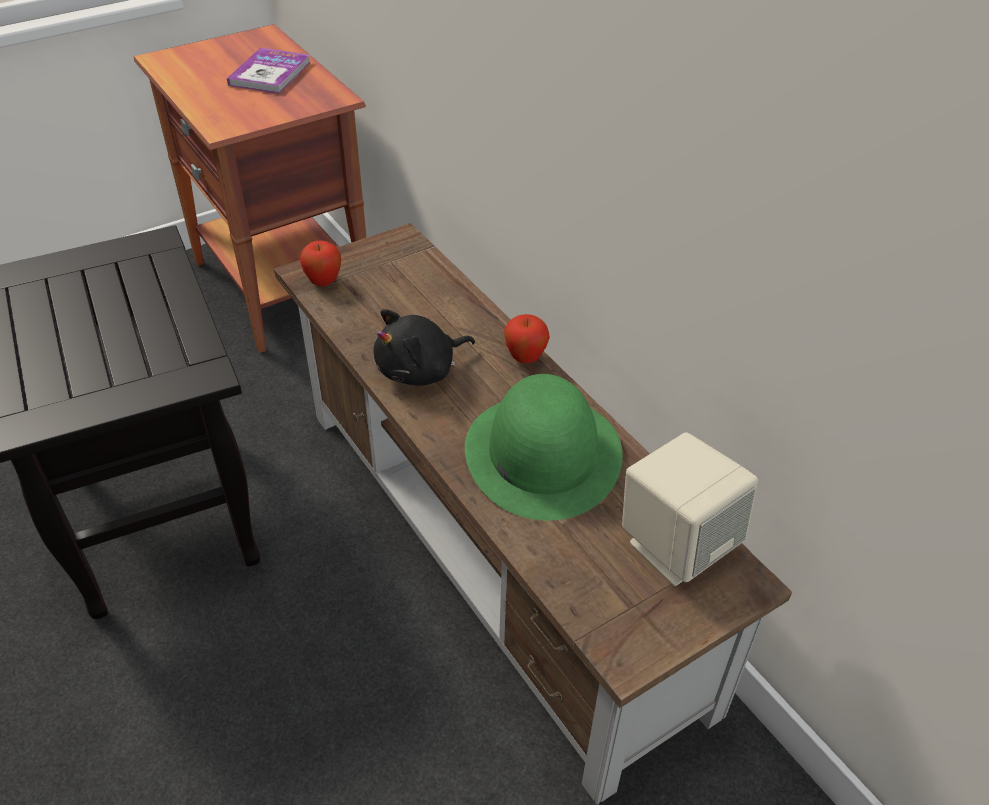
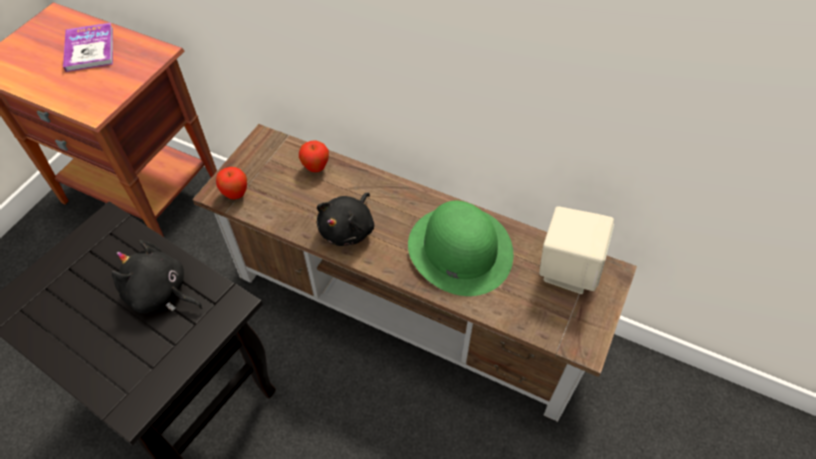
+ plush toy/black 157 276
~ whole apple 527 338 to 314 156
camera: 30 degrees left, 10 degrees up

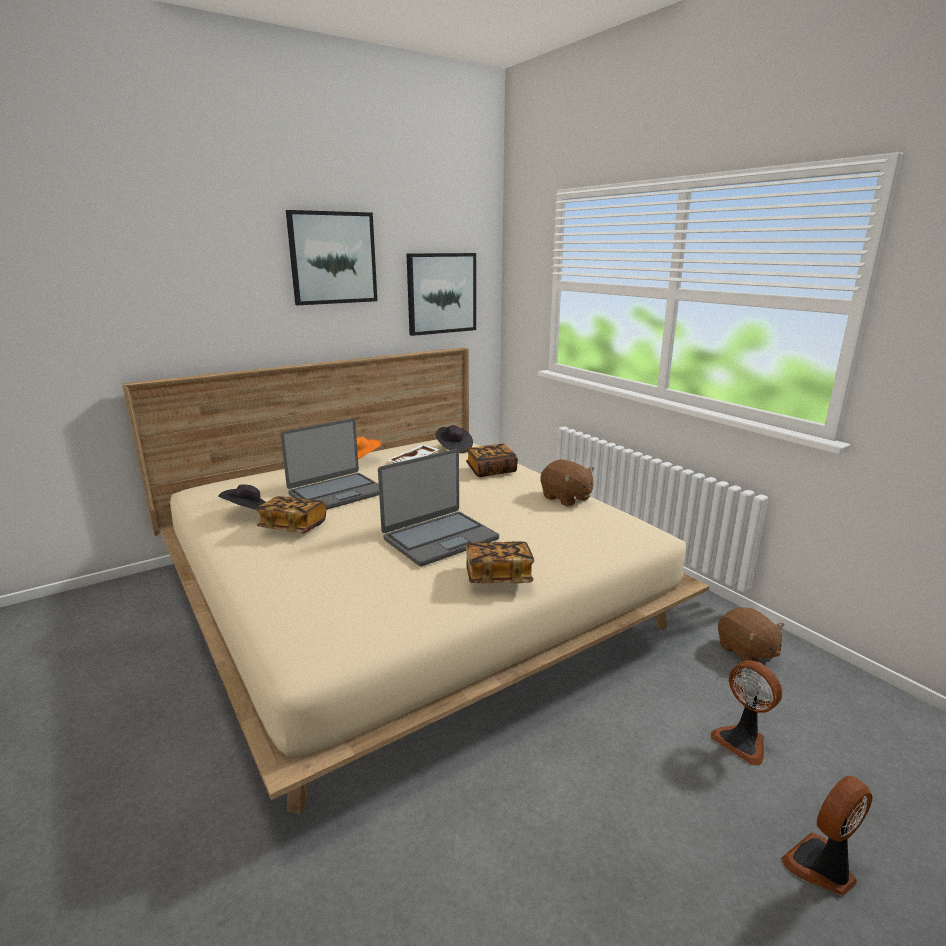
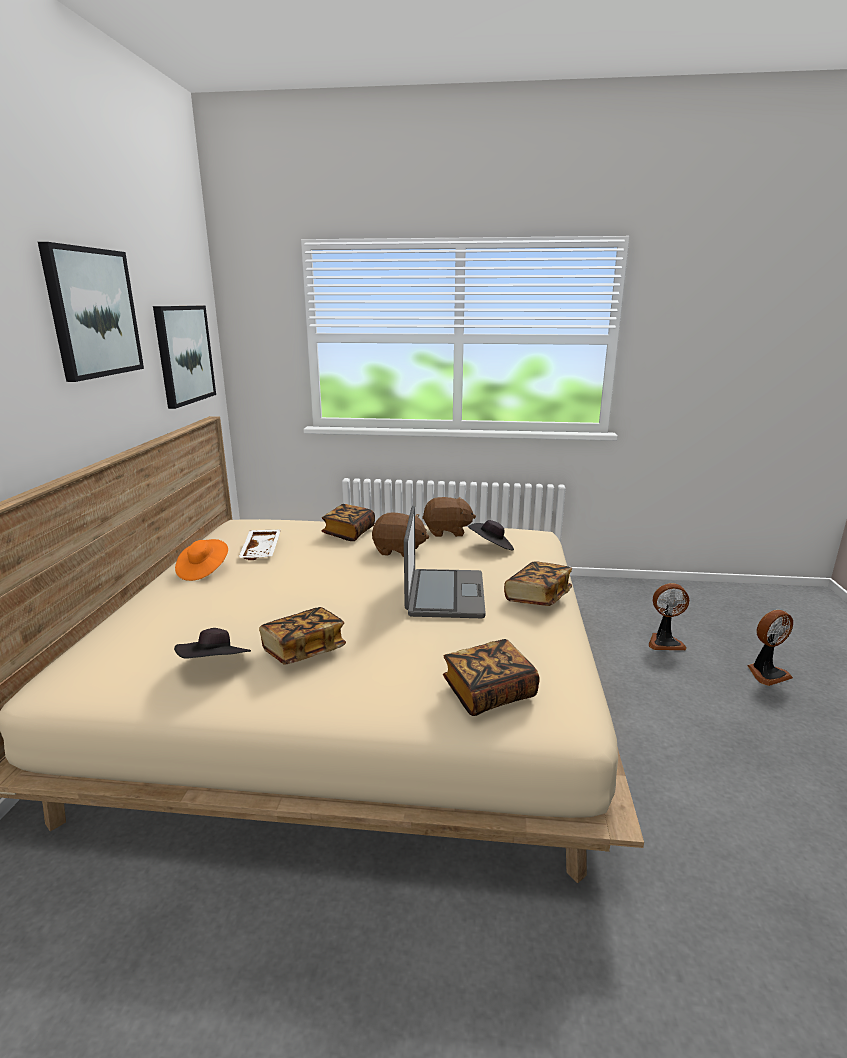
- laptop 330 464
+ book 491 677
~ wearable hat/black 454 439 to 491 535
~ plush toy/brownish 751 634 to 400 535
~ cooling fan 826 835 = 770 648 120 degrees counterclockwise
camera: 50 degrees left, 0 degrees up

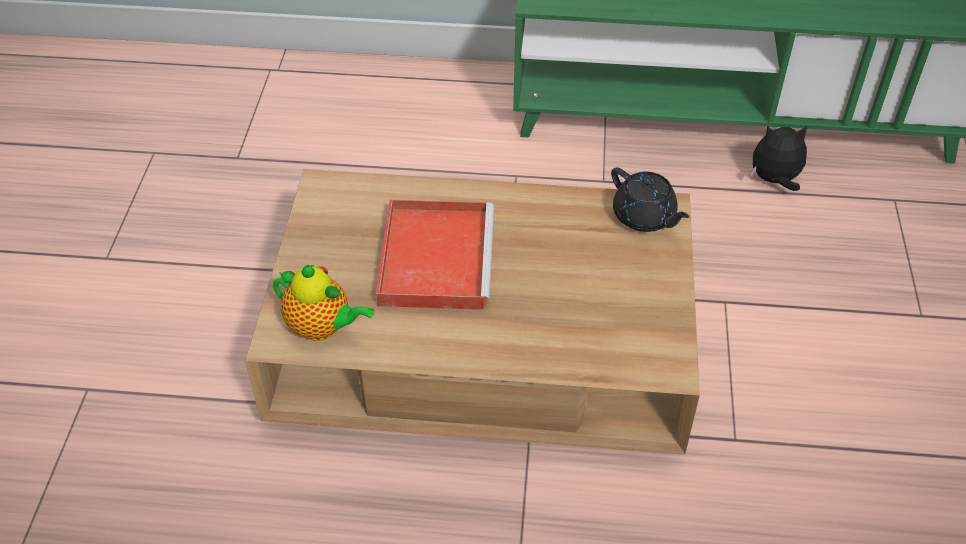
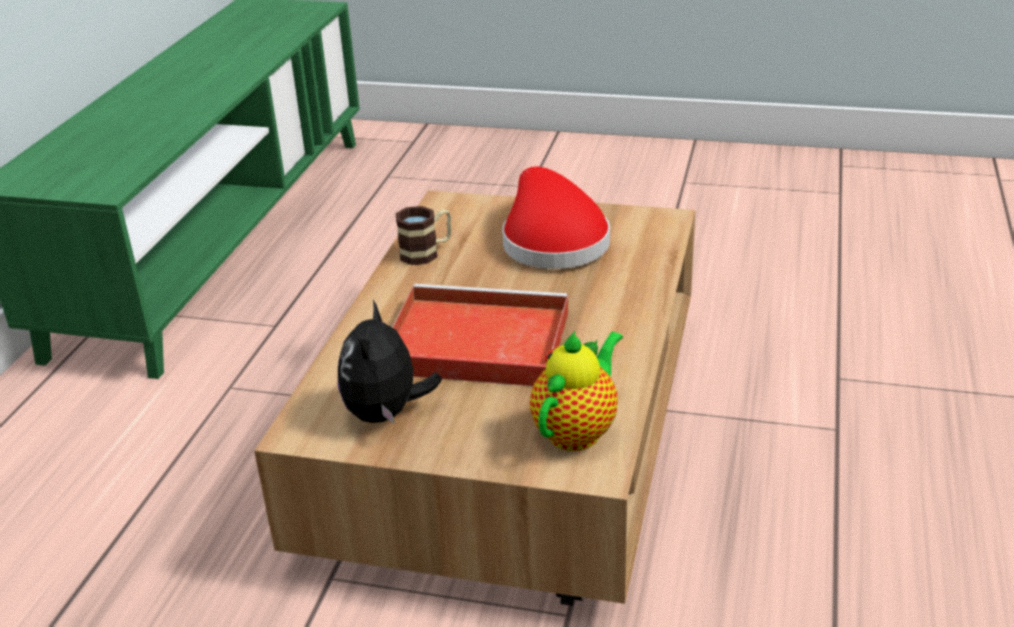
- tea pot/black 650 199
+ tea mug 423 235
+ wearable hat/red 556 218
~ plush toy 779 158 to 390 362
camera: 80 degrees left, 15 degrees down

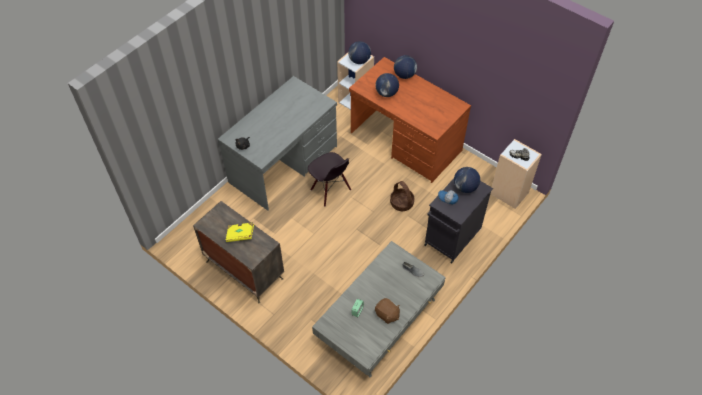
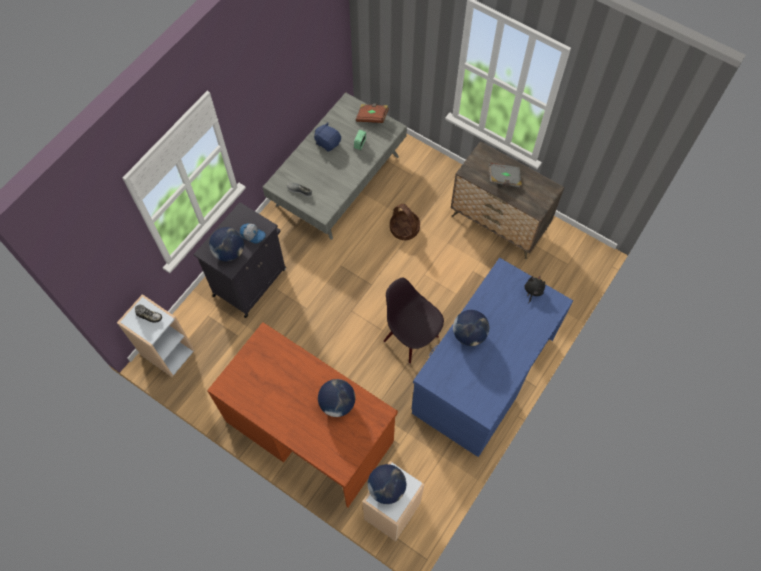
+ book/brownish 372 113
~ storage basket 402 196 to 405 222
~ desk globe 405 67 to 471 328
~ desk unit/gray 277 143 to desk unit/blue 492 357
~ book/yellowish 240 232 to book/gray 505 175
~ plush toy/brownish 387 311 to plush toy/blue 327 137
camera: 175 degrees right, 10 degrees up

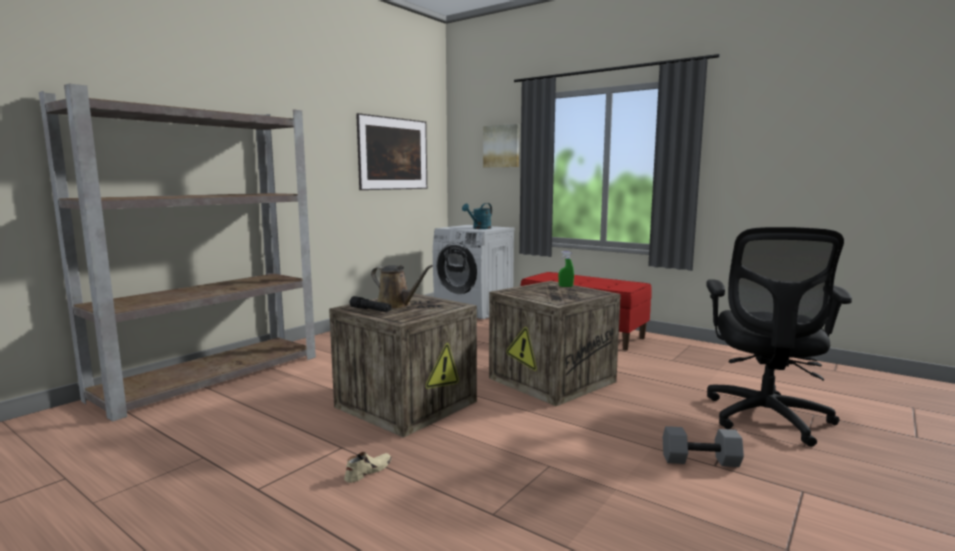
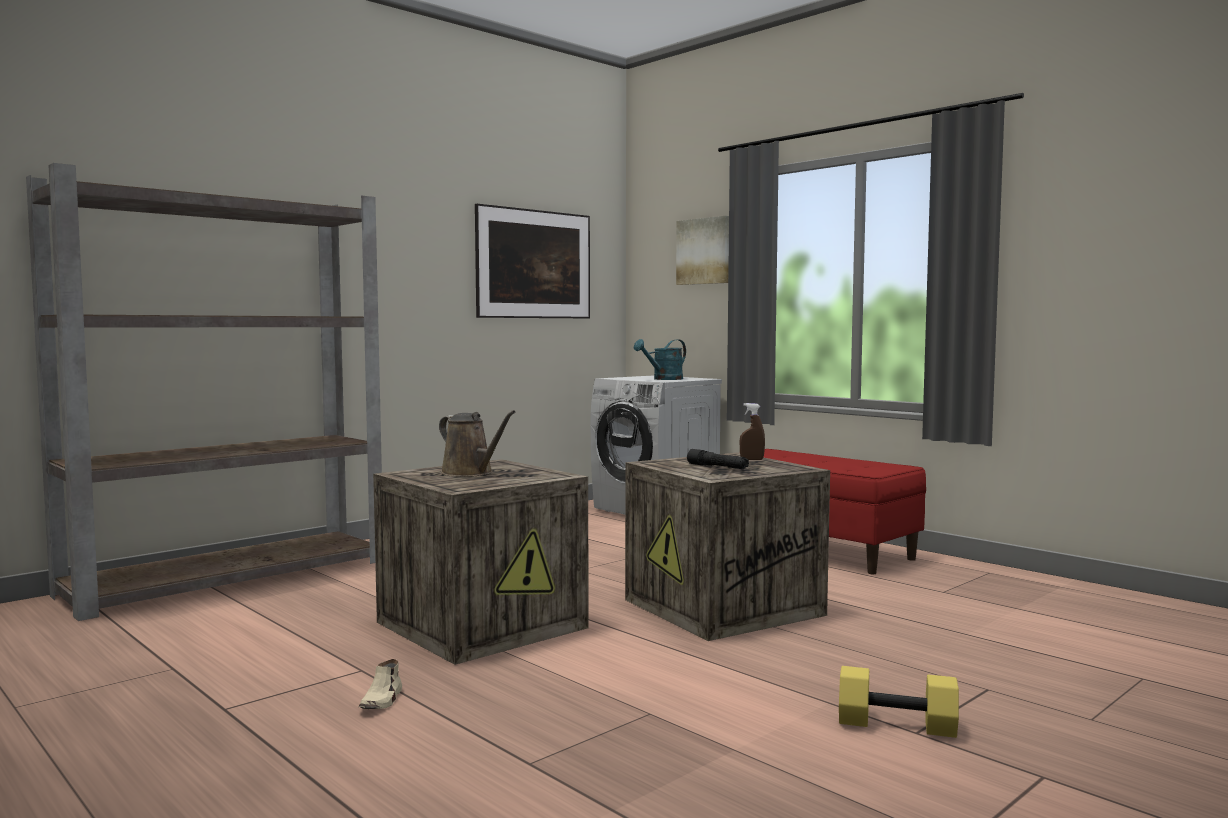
- office chair/black 779 337
~ torch/black 371 304 to 718 459
~ hand sprayer/green 566 269 to hand sprayer/brownish 752 431
~ hand weight/gray 703 446 to hand weight/yellowish 899 702
~ low shoe/beige 368 467 = 380 684 135 degrees clockwise
camera: 10 degrees right, 5 degrees down

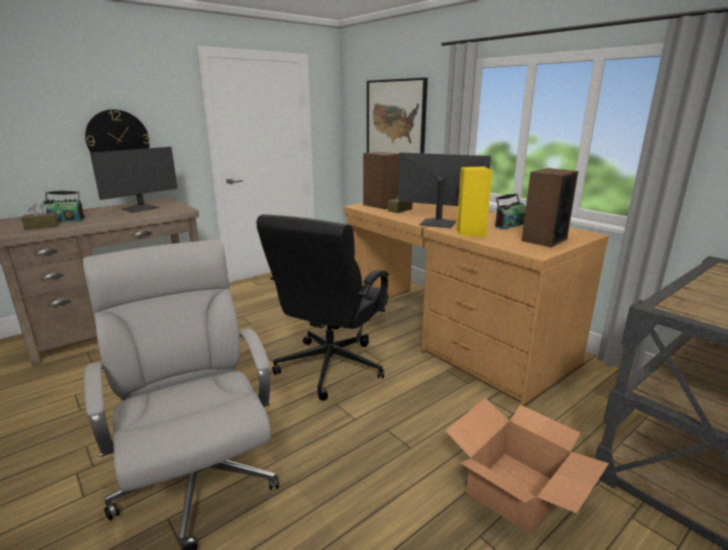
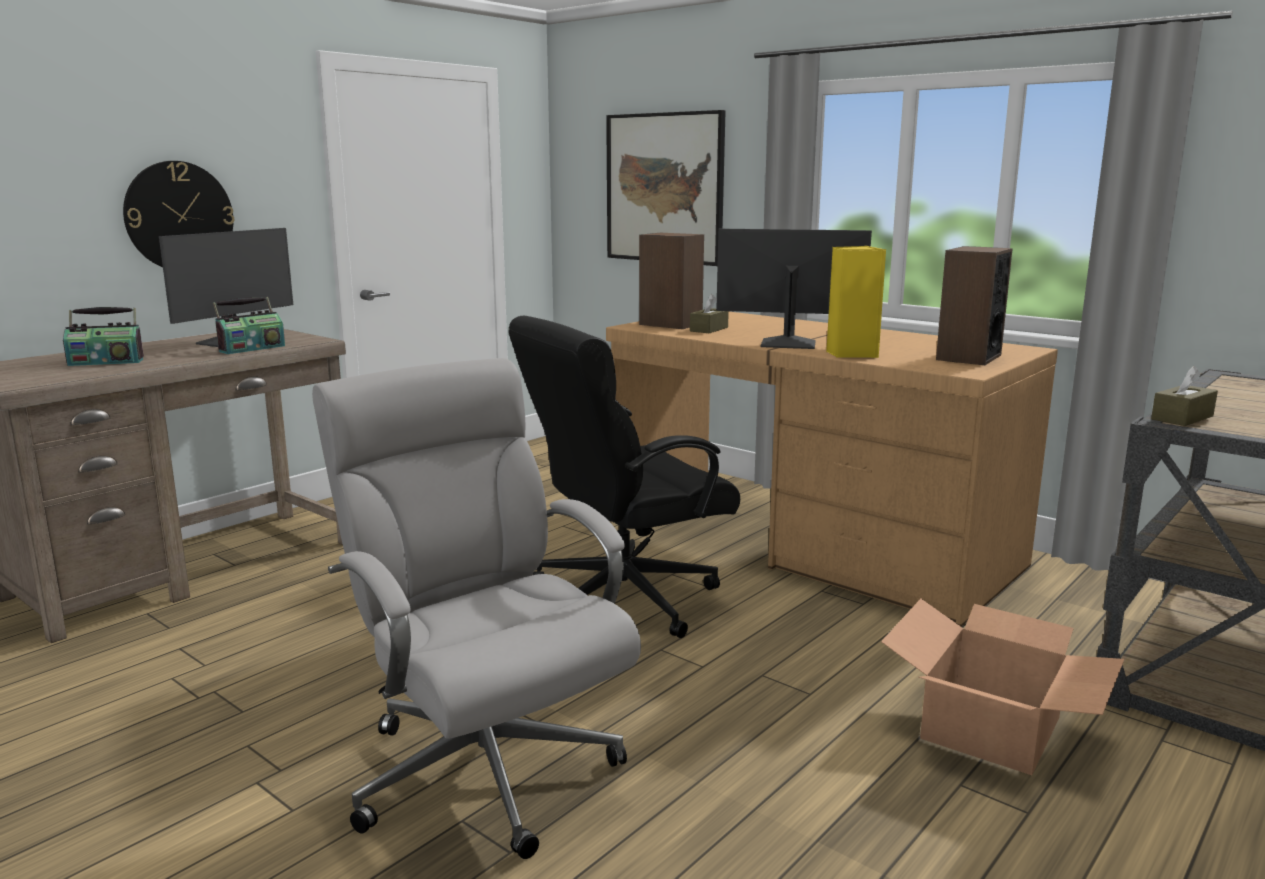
~ tissue holder/brownish 40 217 to 1184 396
~ radio receiver 510 211 to 249 325
~ office chair/black 322 307 = 624 477 45 degrees clockwise
camera: 10 degrees left, 5 degrees down

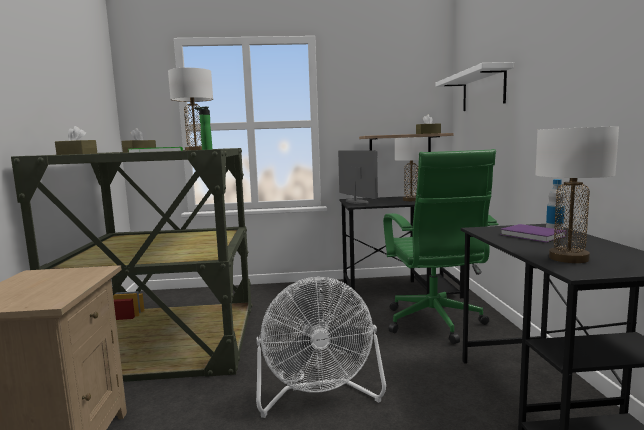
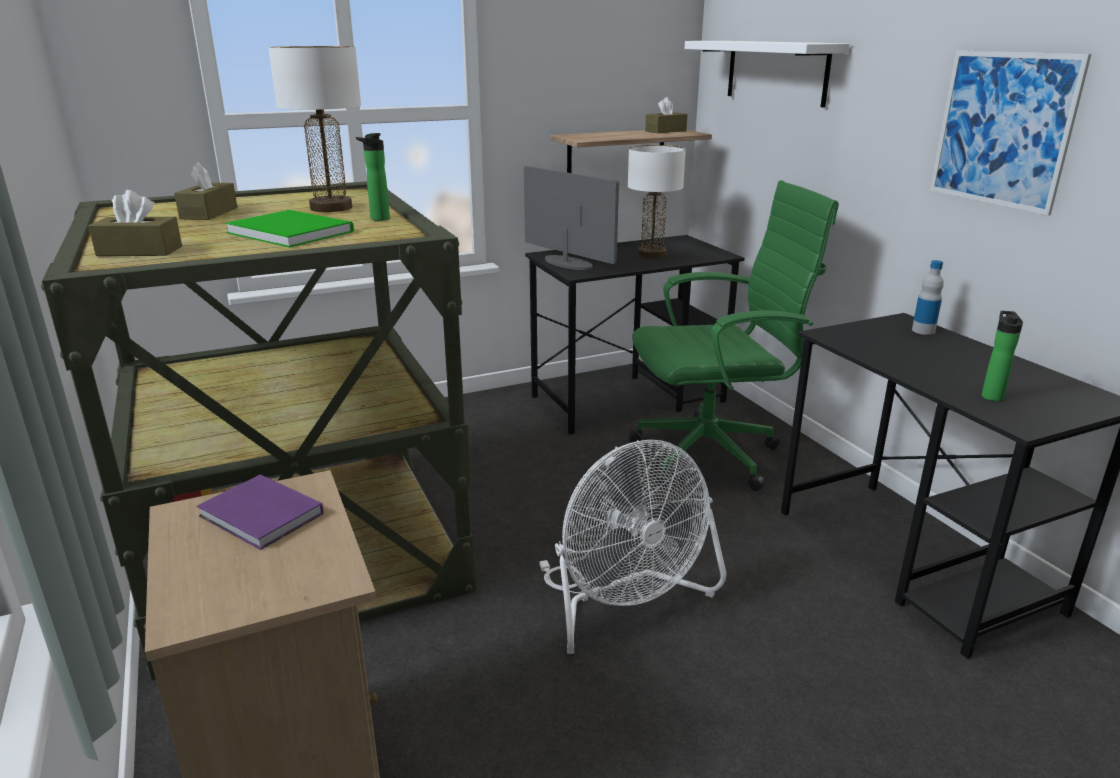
+ picture 1010 133
~ book/purple 533 233 to 260 512
~ lamp for a table 577 194 to beverage bottle 1002 356
~ office chair/green 441 246 = 734 335 75 degrees counterclockwise
camera: 20 degrees left, 15 degrees up

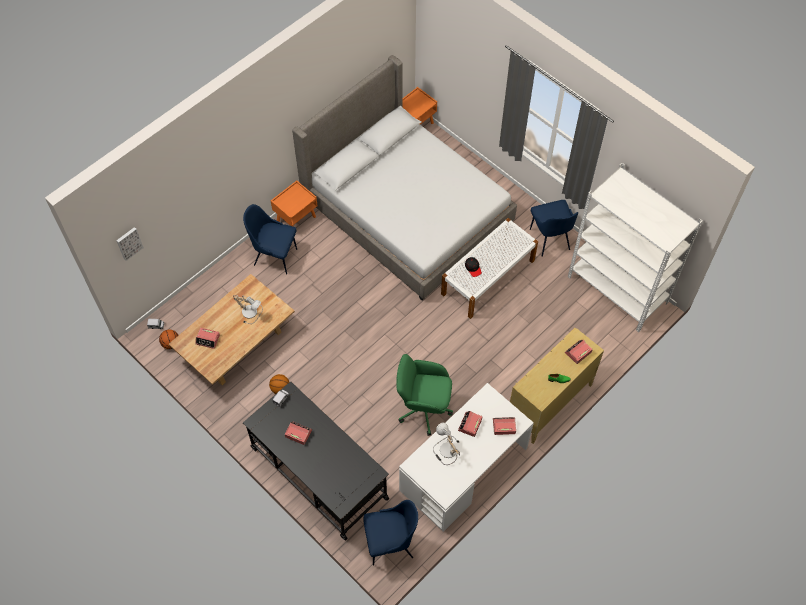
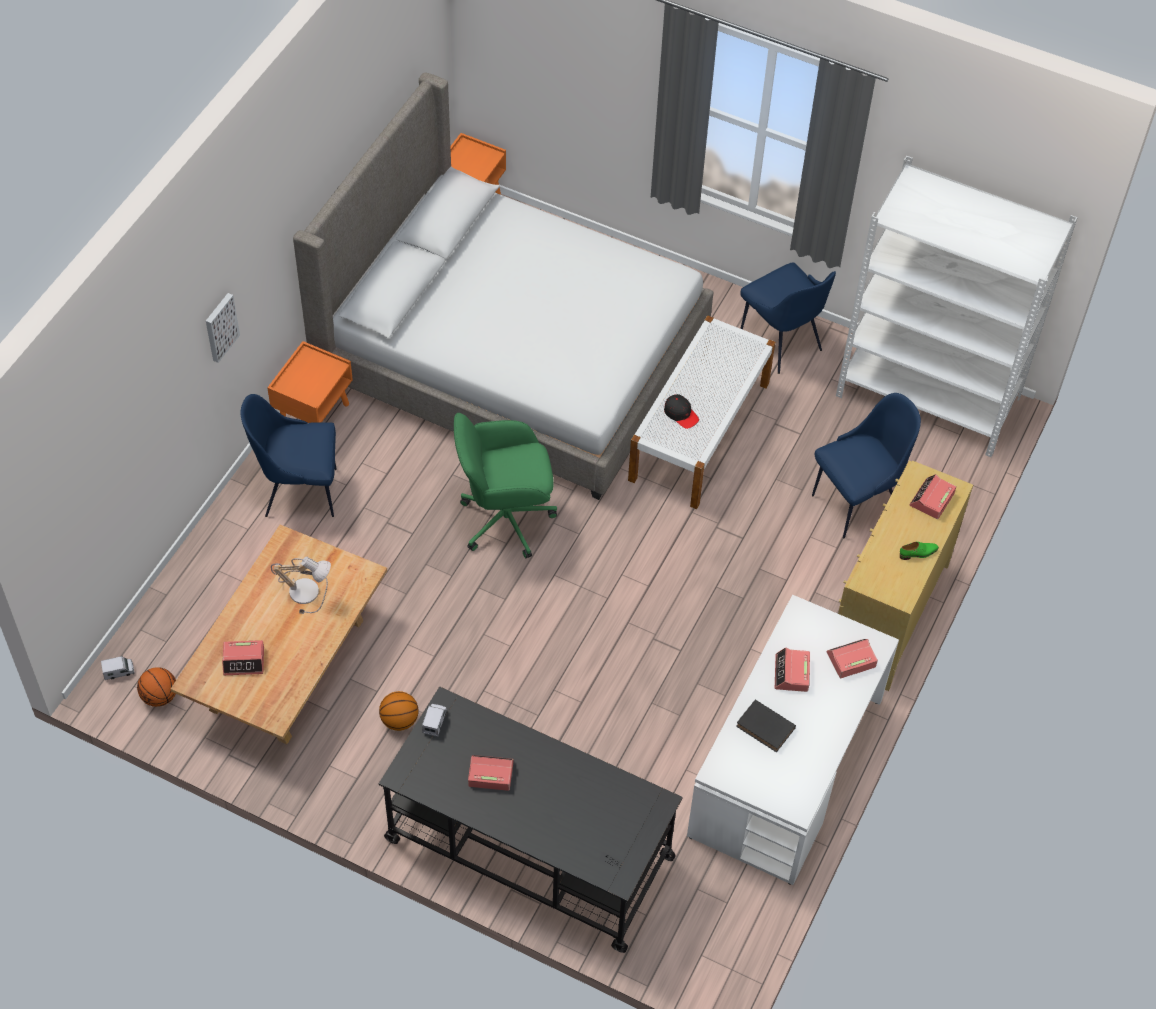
~ picture 130 244 to 223 328
~ plain chair/blue 390 533 to 866 465
~ office chair/green 424 395 to 505 485
~ lamp for a table 446 444 to book/black 766 726
camera: 20 degrees left, 5 degrees down

